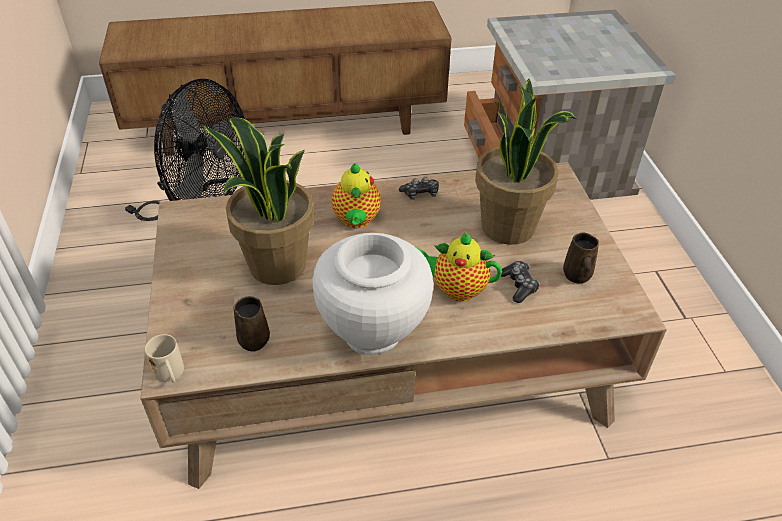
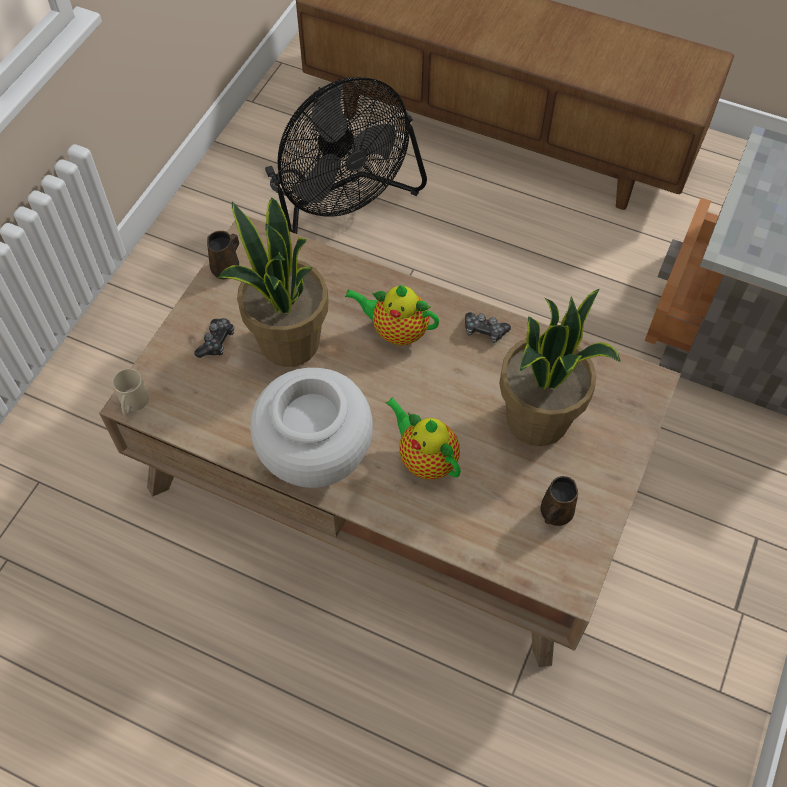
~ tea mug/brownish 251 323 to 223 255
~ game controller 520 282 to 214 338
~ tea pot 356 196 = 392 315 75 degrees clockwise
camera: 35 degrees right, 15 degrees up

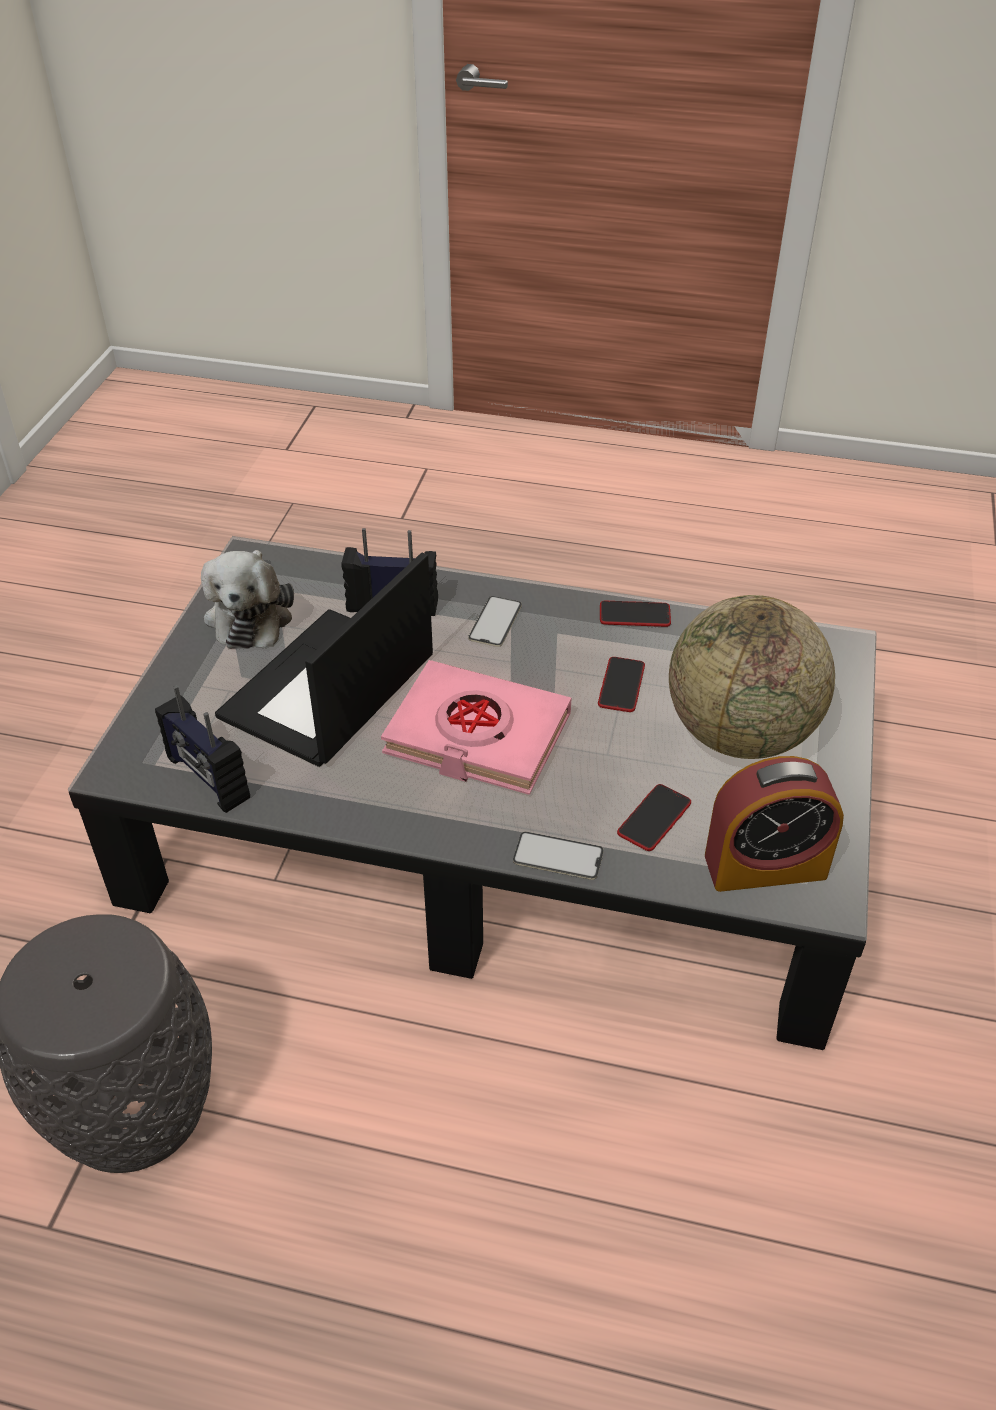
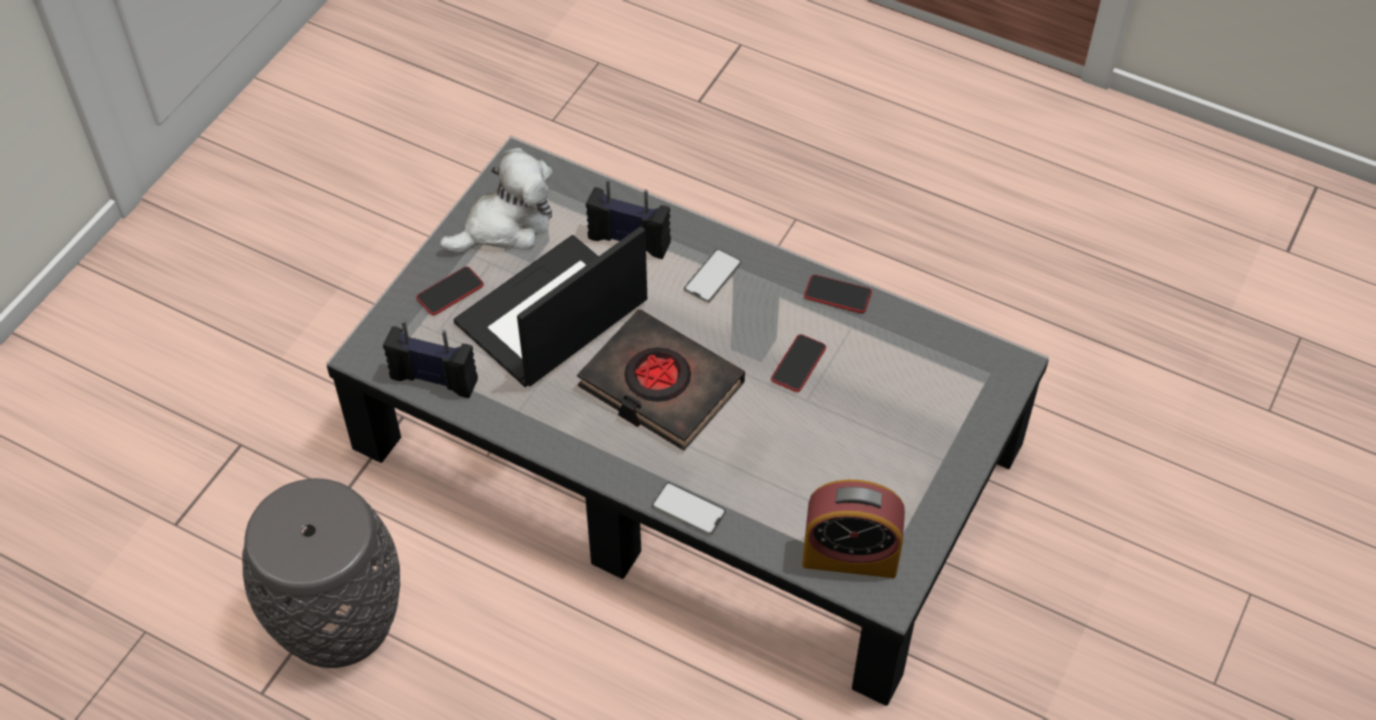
- desk globe 752 677
~ phone 654 817 to 450 290
~ book/pink 476 727 to book/black 661 380
~ radio receiver 202 749 = 430 359 135 degrees clockwise
~ plush toy 247 599 = 496 201 135 degrees counterclockwise
camera: 15 degrees right, 10 degrees up

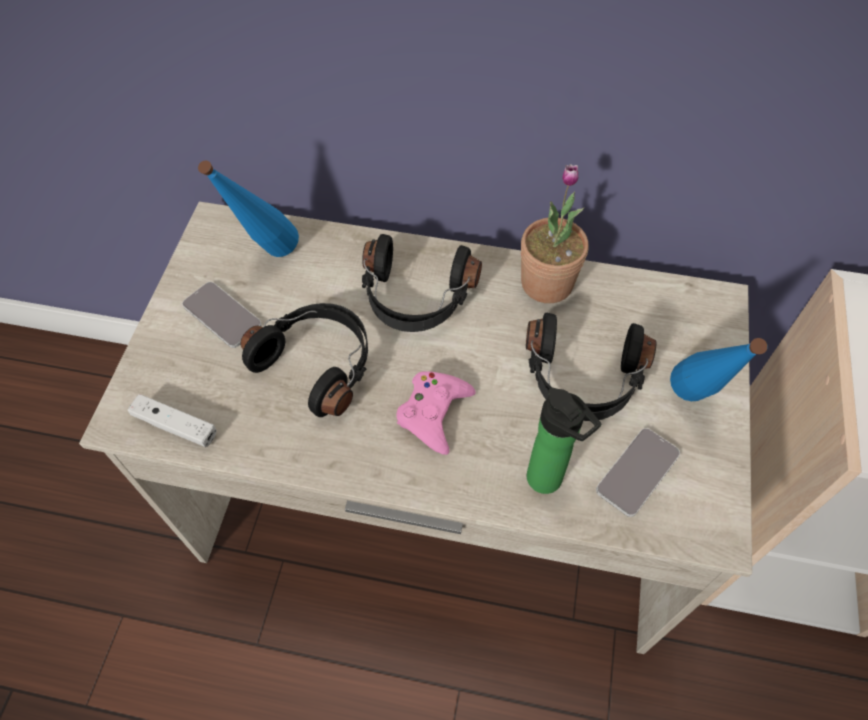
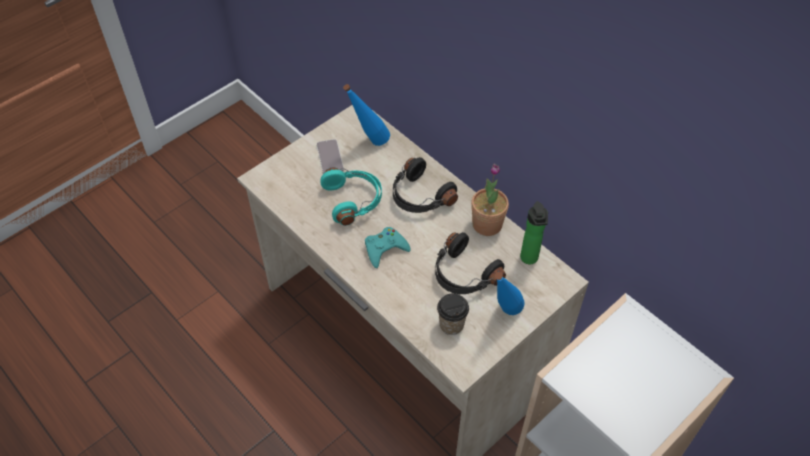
- game controller/white 172 420
~ beverage bottle 564 441 to 534 232
~ phone 638 472 to small cup 453 314
~ headset/black 304 360 to headset/turquoise-coloured 351 196
~ game controller/pink 436 413 to game controller/turquoise-coloured 388 247
camera: 35 degrees right, 5 degrees down

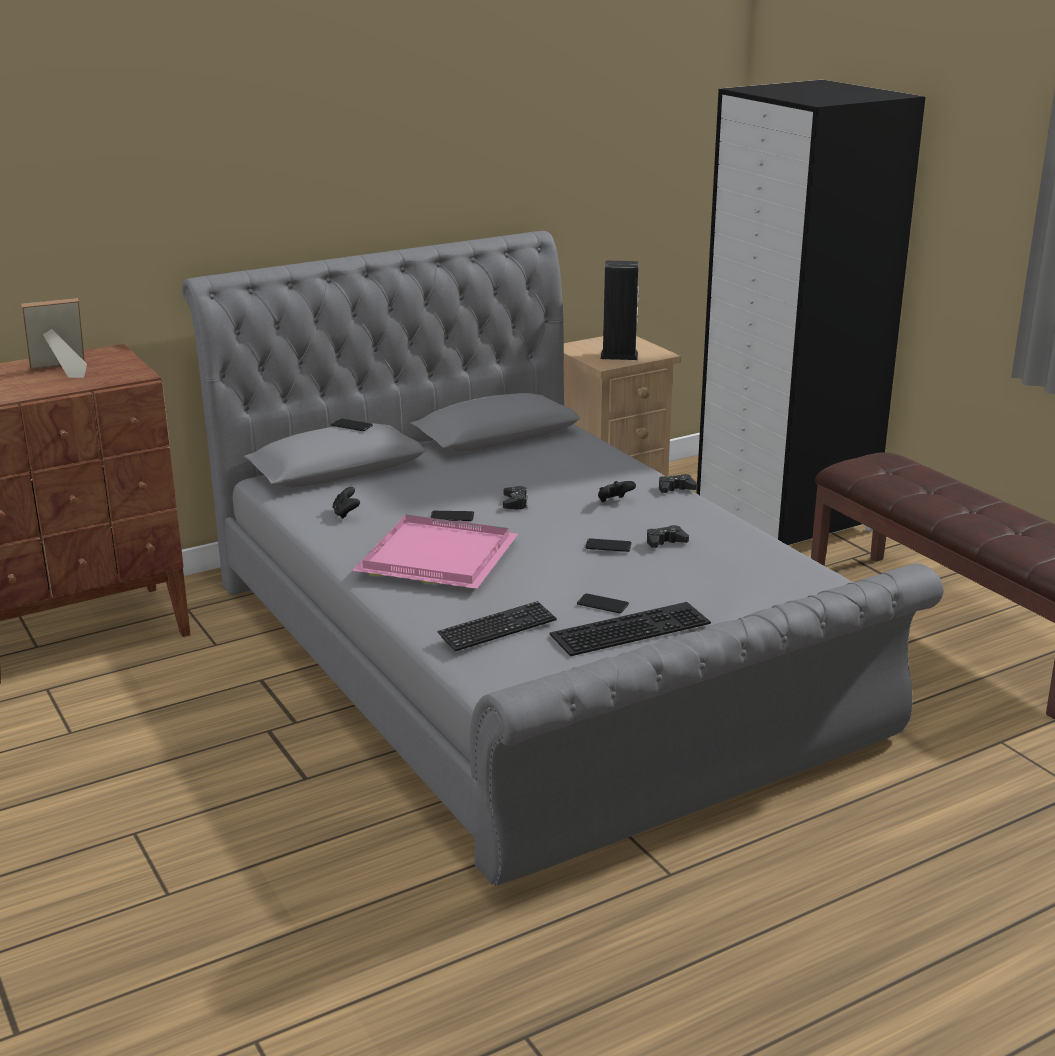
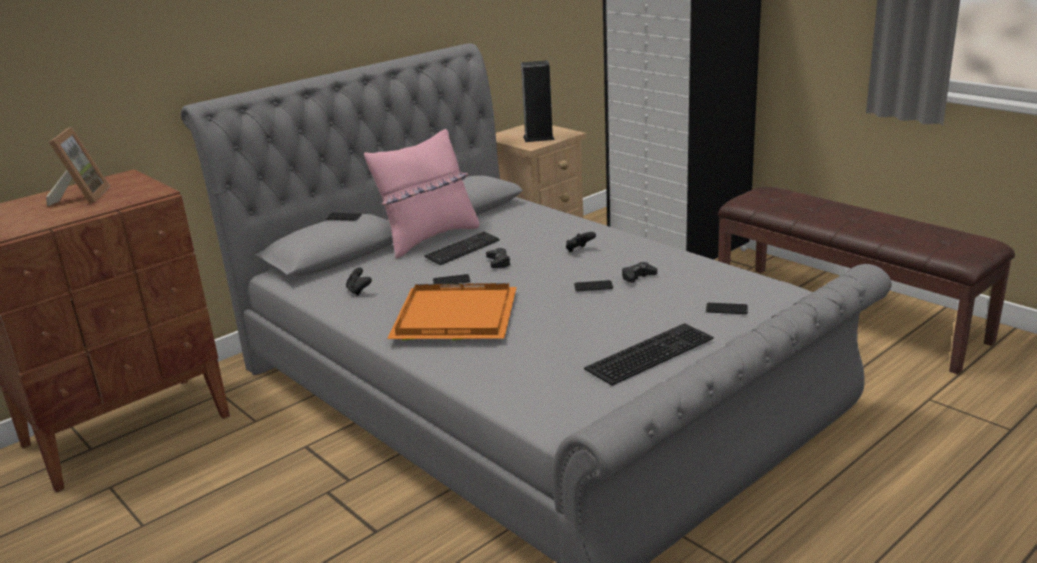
- game controller/black 678 483
+ cushion/pink 421 194
~ PC keyboard 497 626 to 462 248
~ phone 603 603 to 727 308
~ tray/pink 435 552 to tray/orangey 452 312
~ photo frame 54 338 = 78 166 120 degrees clockwise
camera: 10 degrees left, 0 degrees up

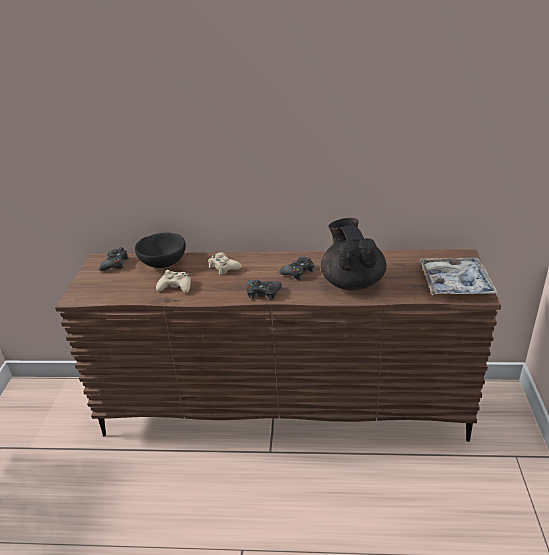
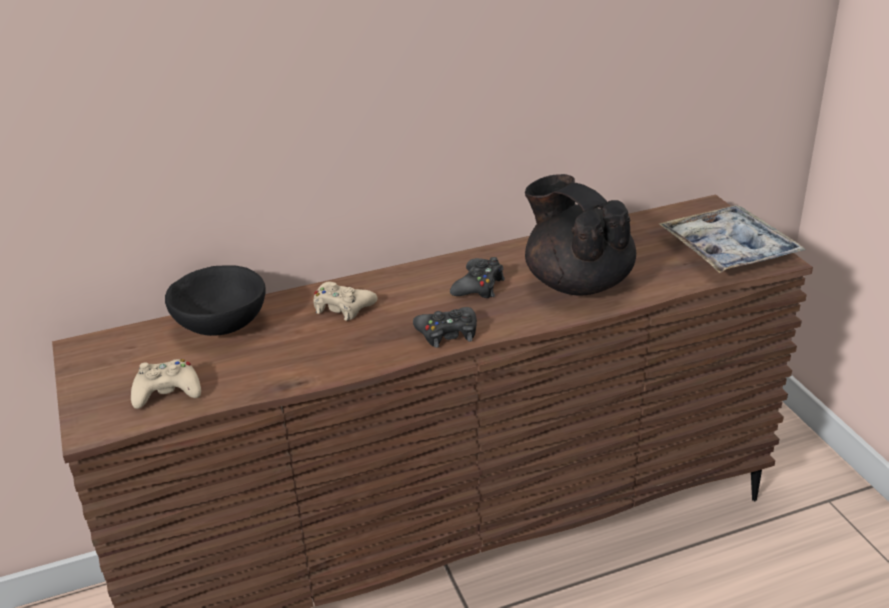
- game controller/black 114 259
~ game controller/beige 173 281 to 166 384
camera: 25 degrees left, 0 degrees up

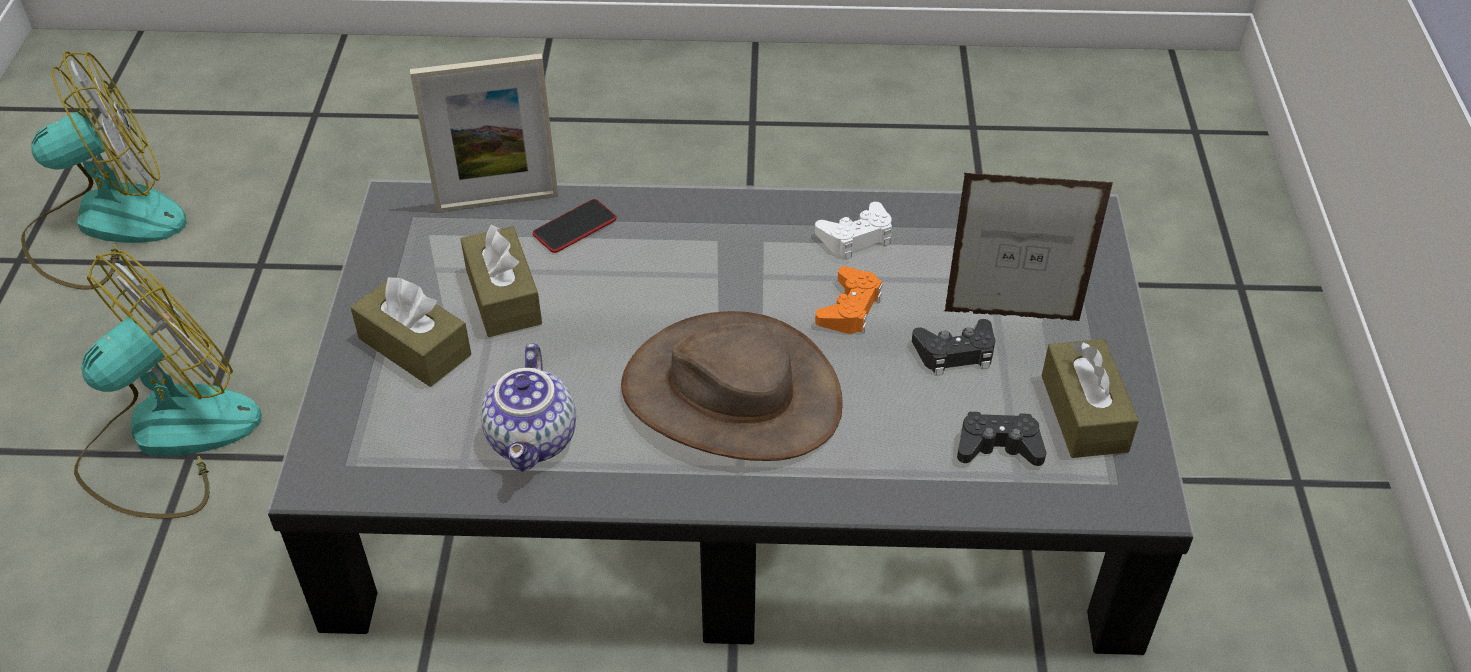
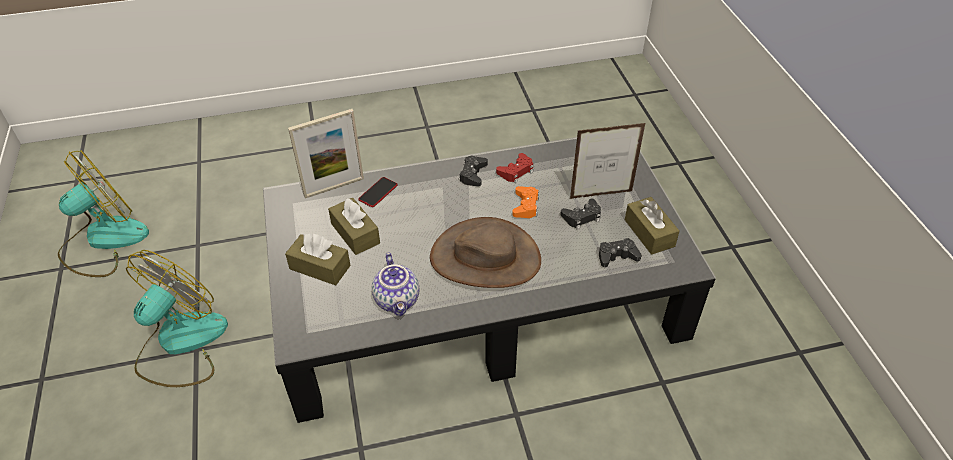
+ game controller/black 473 171
~ game controller/white 853 230 to game controller/red 514 168
camera: 15 degrees left, 0 degrees up

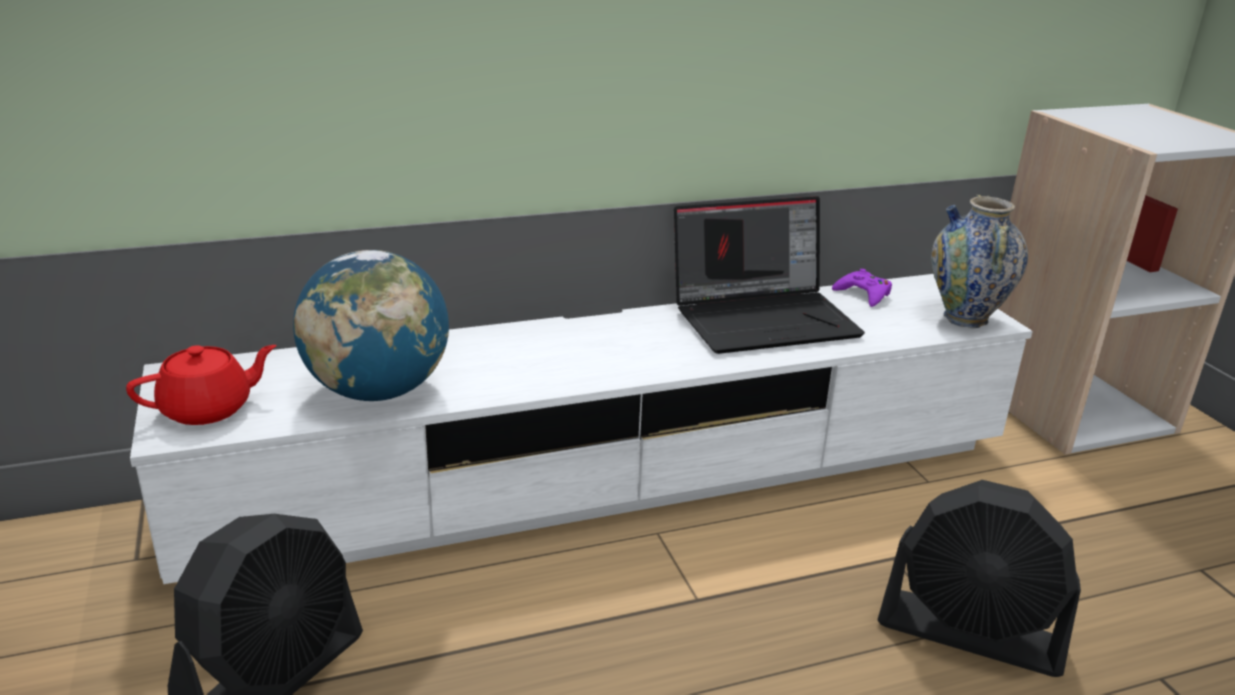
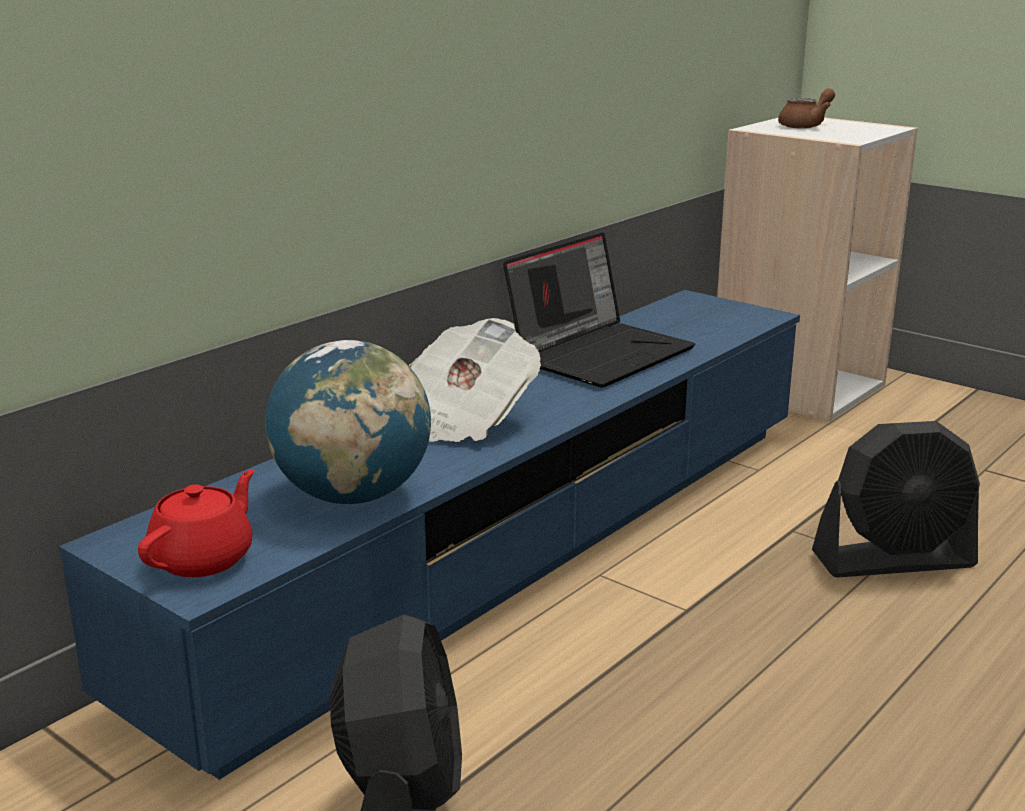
- game controller/purple 862 288
- flower vase 979 261
+ daily paper 475 380
+ tea pot/brownish 806 108
~ tv unit/white 581 429 to tv unit/blue 429 535
camera: 30 degrees left, 5 degrees down

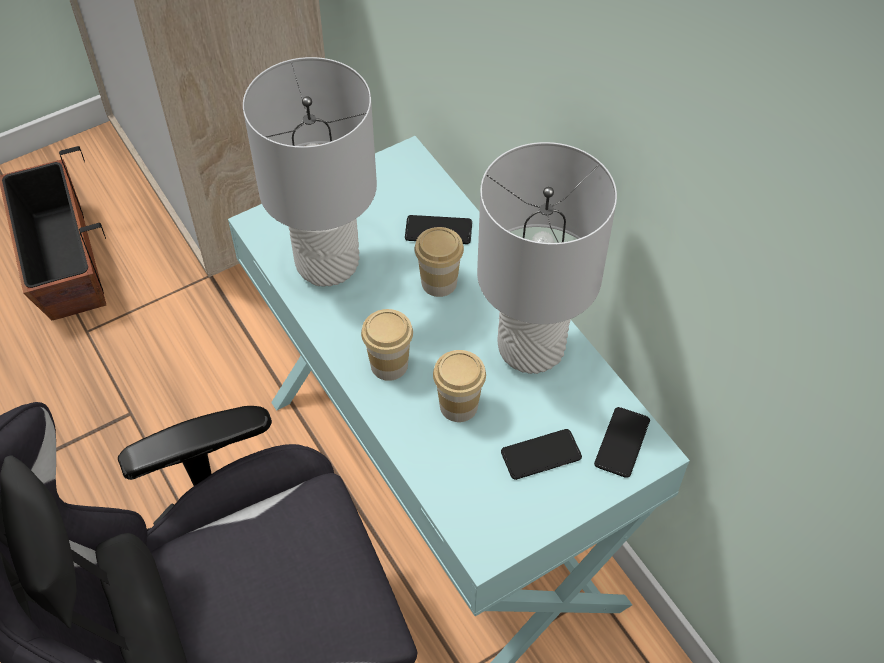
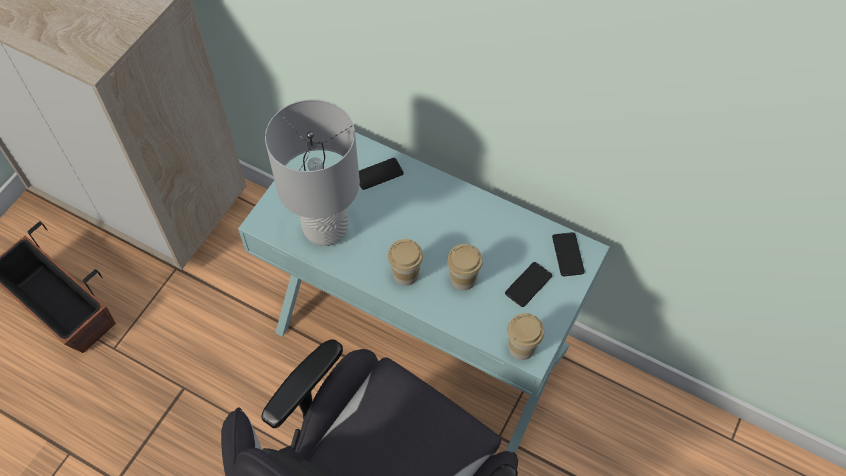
- lamp for a table/gray 547 258
~ small cup 439 262 to 525 336
camera: 30 degrees left, 5 degrees up

